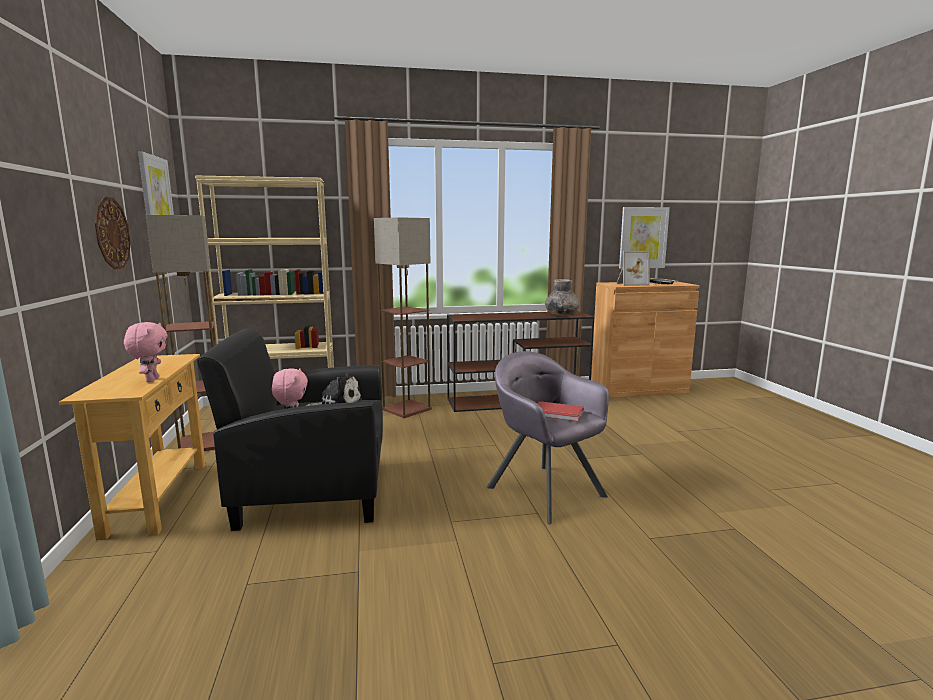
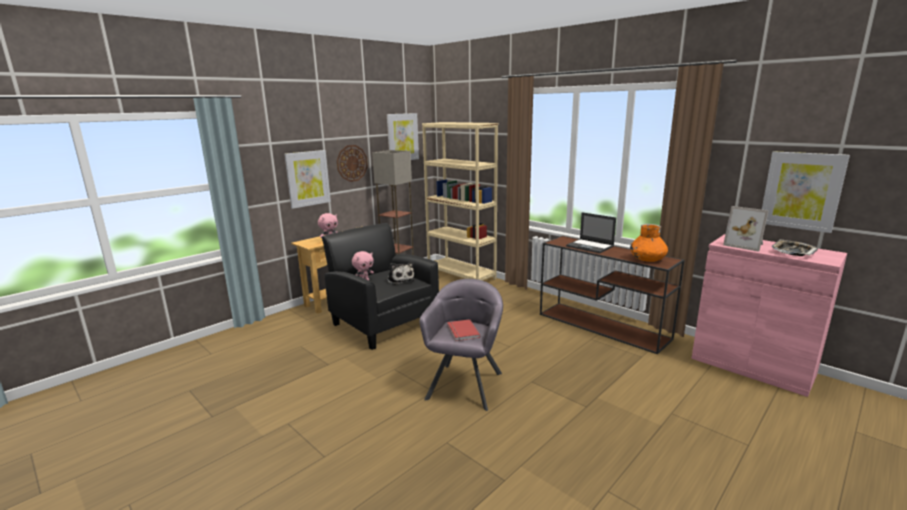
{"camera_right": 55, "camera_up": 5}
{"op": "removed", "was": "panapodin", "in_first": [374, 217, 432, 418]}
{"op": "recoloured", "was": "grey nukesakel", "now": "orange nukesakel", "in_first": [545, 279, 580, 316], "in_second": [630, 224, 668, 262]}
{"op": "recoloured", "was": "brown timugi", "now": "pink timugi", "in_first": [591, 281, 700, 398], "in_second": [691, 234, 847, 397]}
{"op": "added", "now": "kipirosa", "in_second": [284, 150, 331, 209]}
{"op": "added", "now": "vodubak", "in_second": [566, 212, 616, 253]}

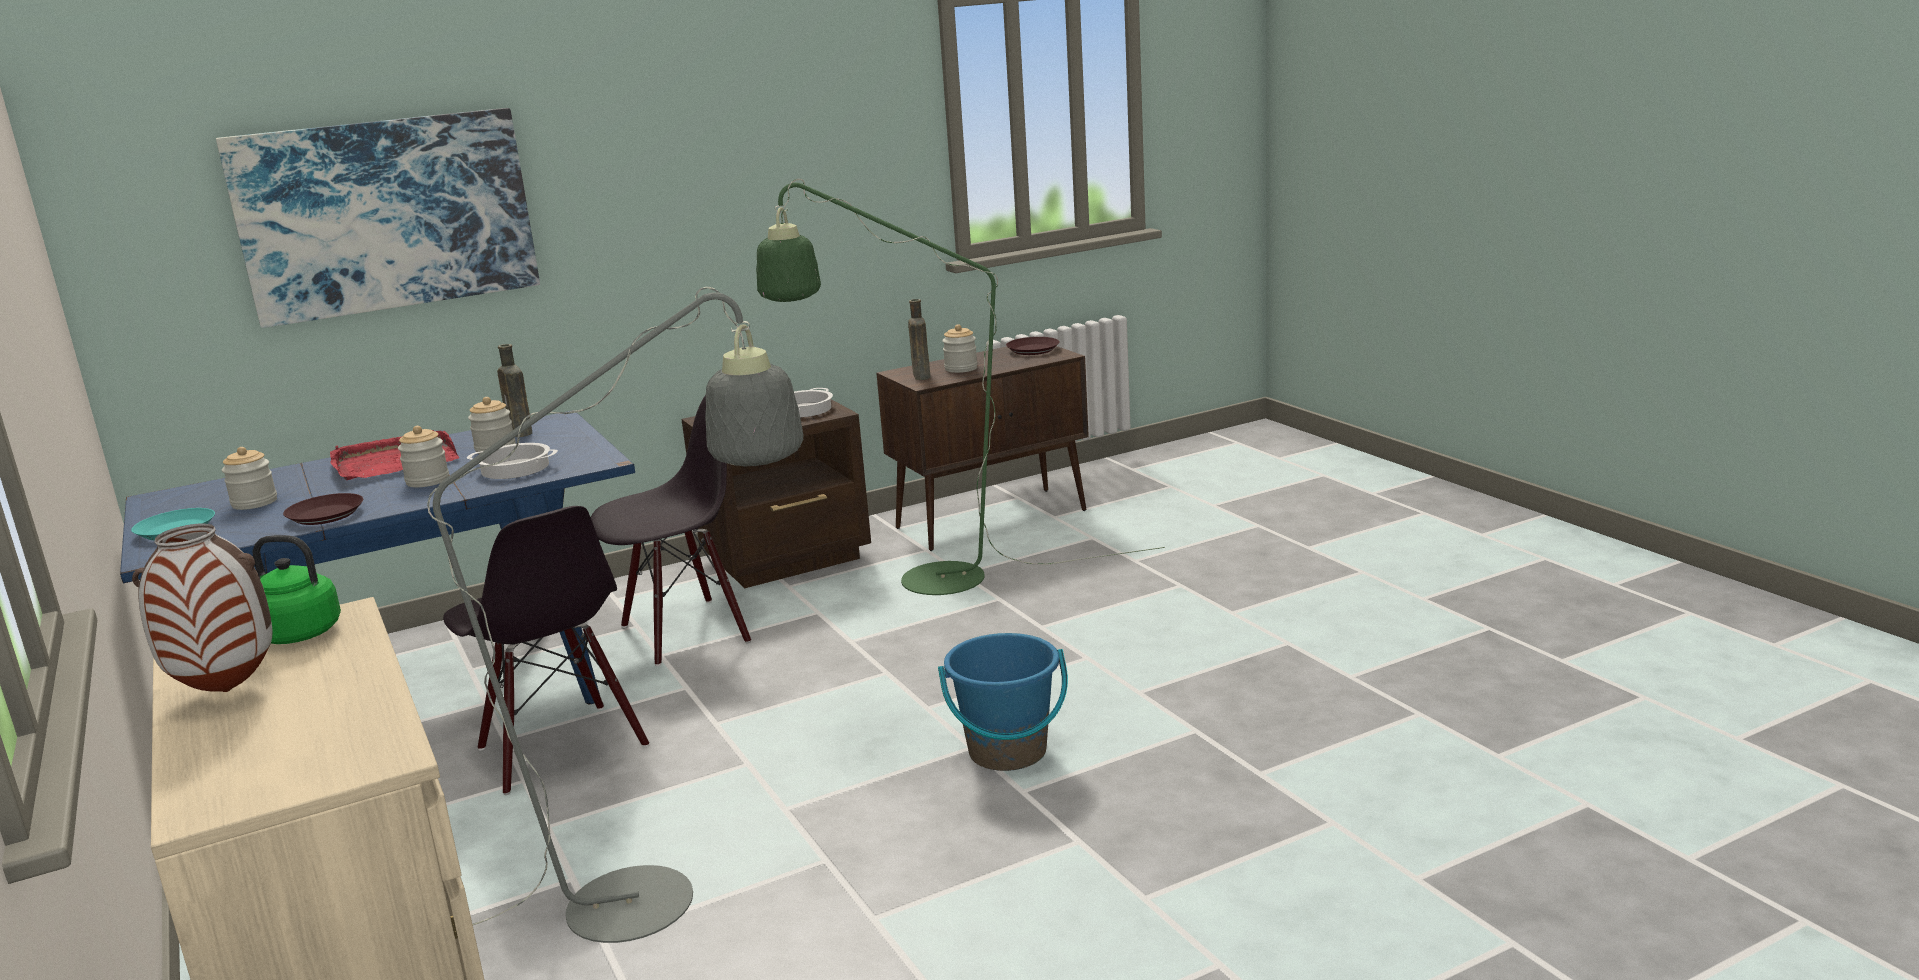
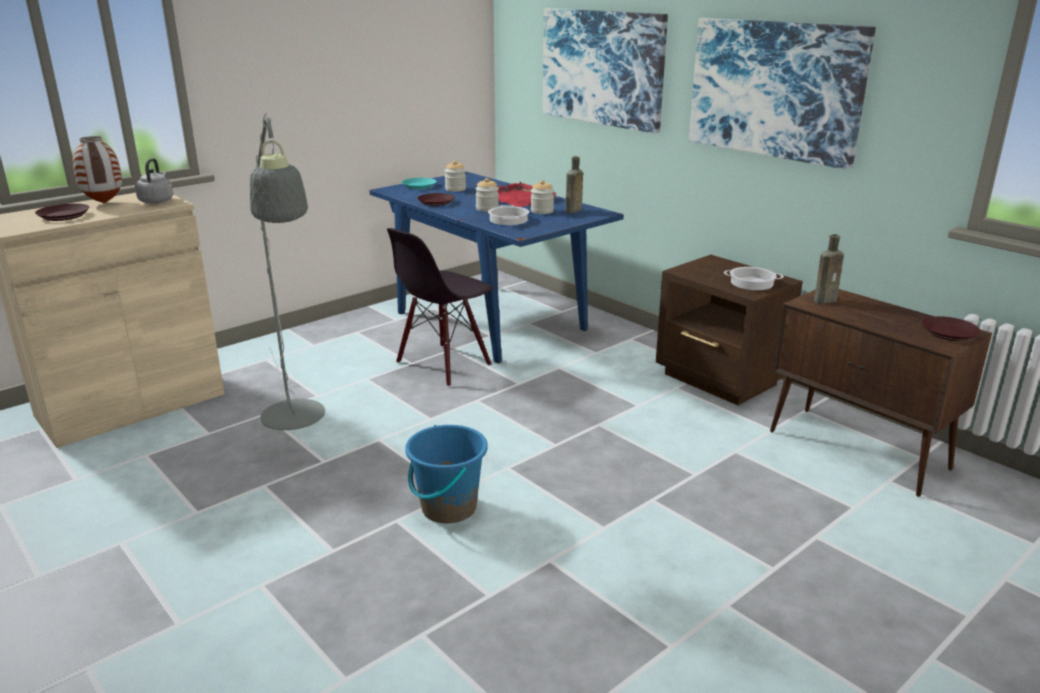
{"camera_right": 75, "camera_up": 5}
{"op": "removed", "was": "green panapodin", "in_first": [756, 179, 1165, 595]}
{"op": "removed", "was": "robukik", "in_first": [942, 324, 977, 373]}
{"op": "removed", "was": "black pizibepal", "in_first": [591, 395, 751, 666]}
{"op": "recoloured", "was": "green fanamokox", "now": "grey fanamokox", "in_first": [252, 535, 341, 644], "in_second": [135, 158, 174, 204]}
{"op": "added", "now": "kipirosa", "in_second": [689, 18, 876, 170]}
{"op": "added", "now": "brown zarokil", "in_second": [35, 203, 89, 221]}

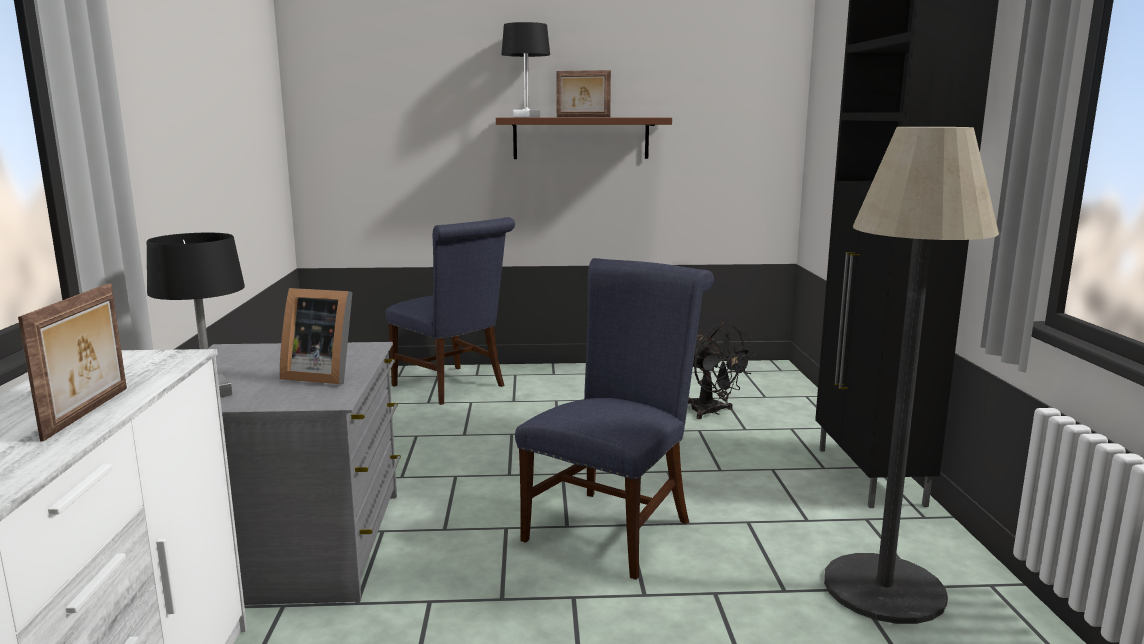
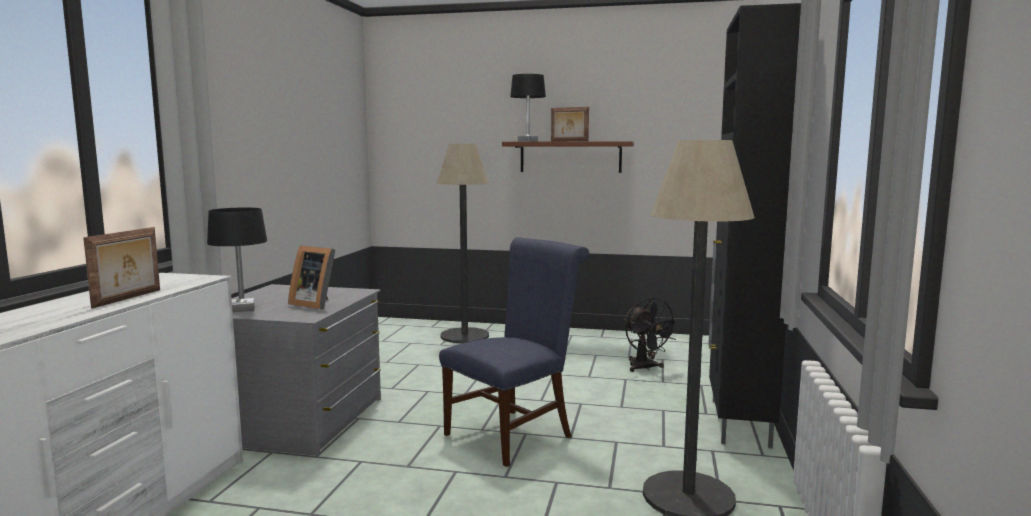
{"camera_right": 15, "camera_up": -5}
{"op": "replaced", "was": "blue pizibepal", "now": "panapodin", "in_first": [385, 217, 515, 405], "in_second": [437, 144, 489, 343]}

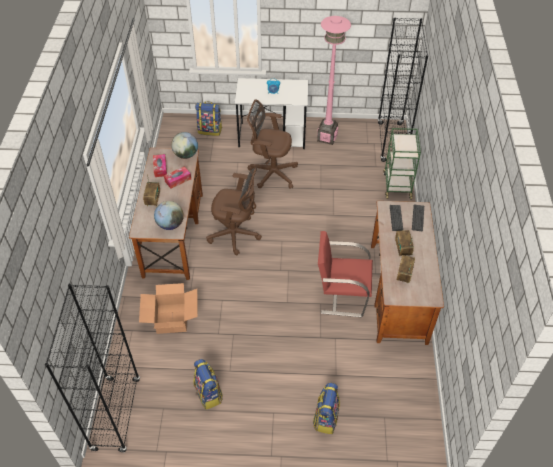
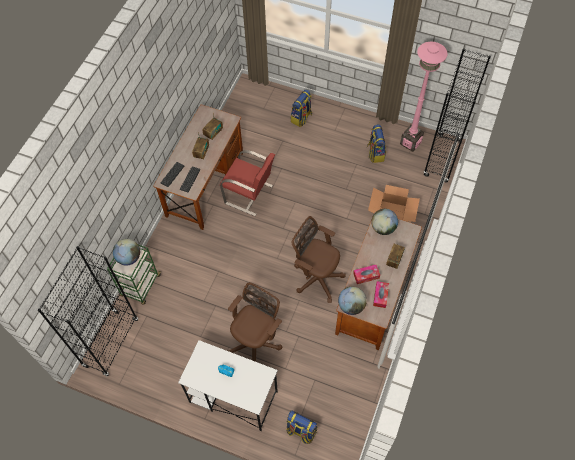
{"camera_right": -160, "camera_up": 10}
{"op": "moved", "was": "pink panapodin", "in_first": [317, 16, 351, 145], "in_second": [400, 42, 448, 152]}
{"op": "turned", "was": "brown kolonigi", "in_first": [247, 99, 298, 189], "in_second": [227, 282, 283, 362], "clockwise": -90}
{"op": "added", "now": "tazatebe", "in_second": [113, 239, 140, 265]}

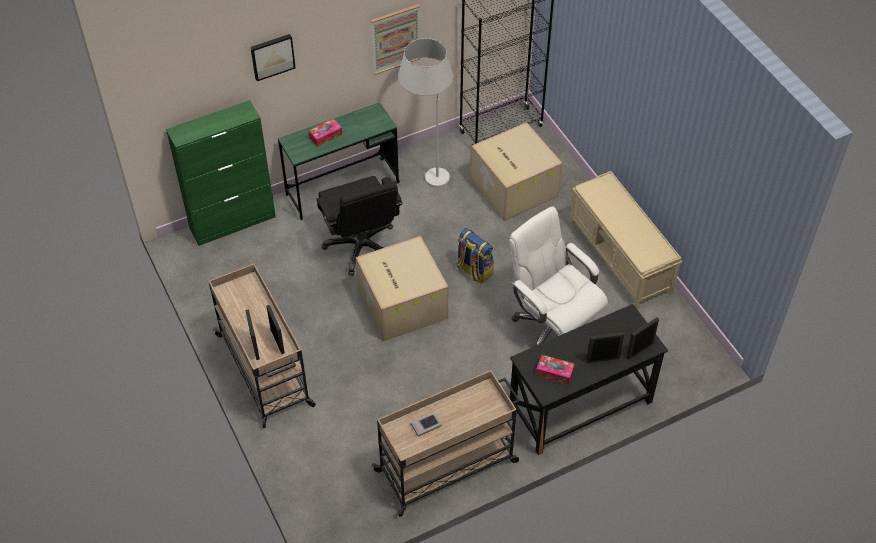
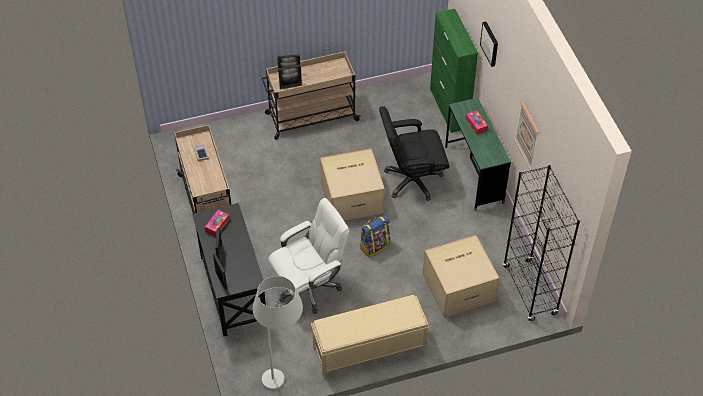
{"camera_right": 100, "camera_up": 0}
{"op": "moved", "was": "white panapodin", "in_first": [398, 38, 453, 188], "in_second": [253, 276, 303, 390]}

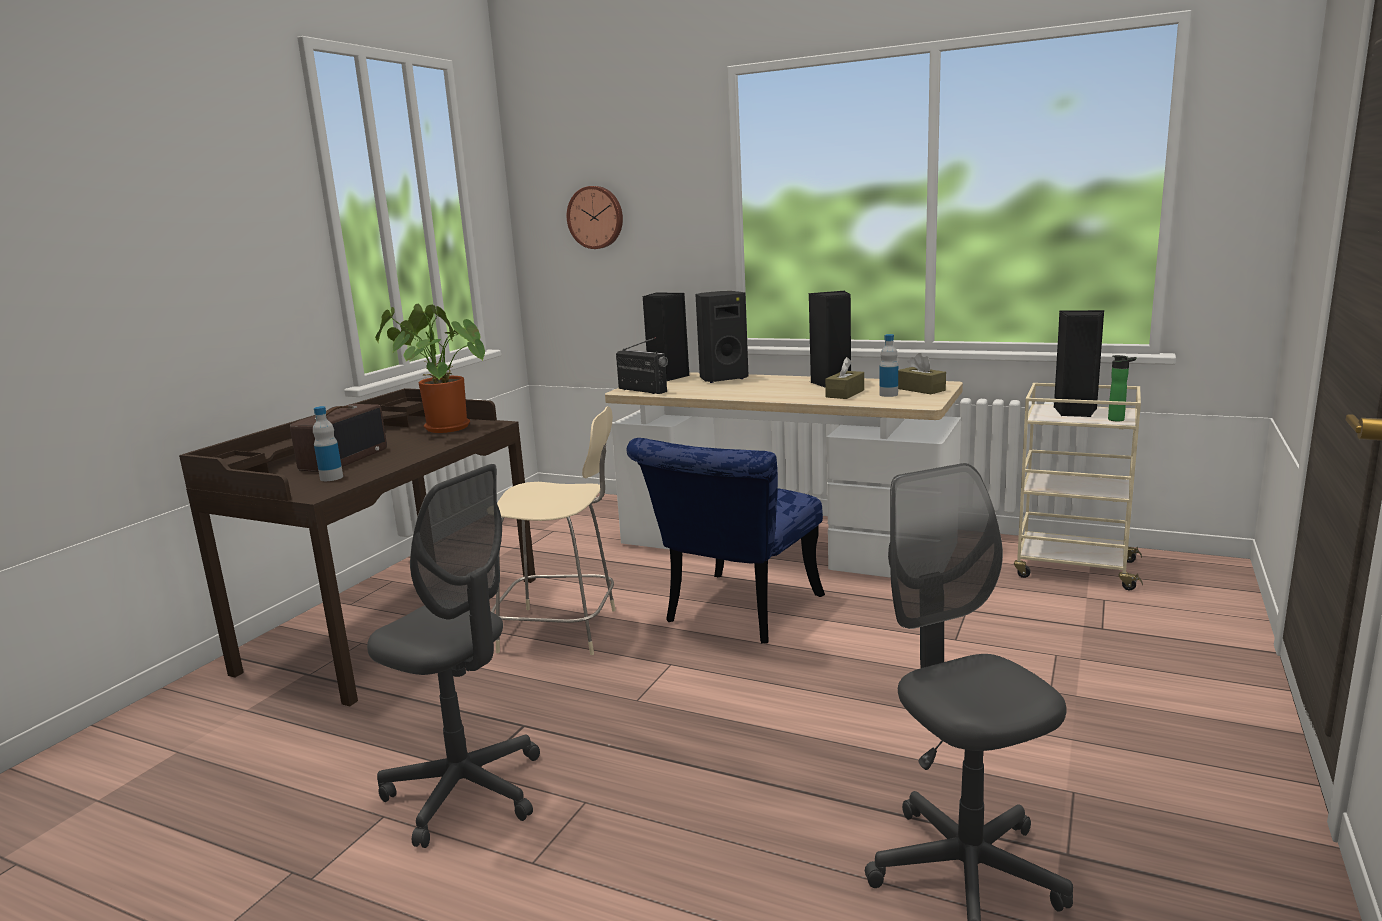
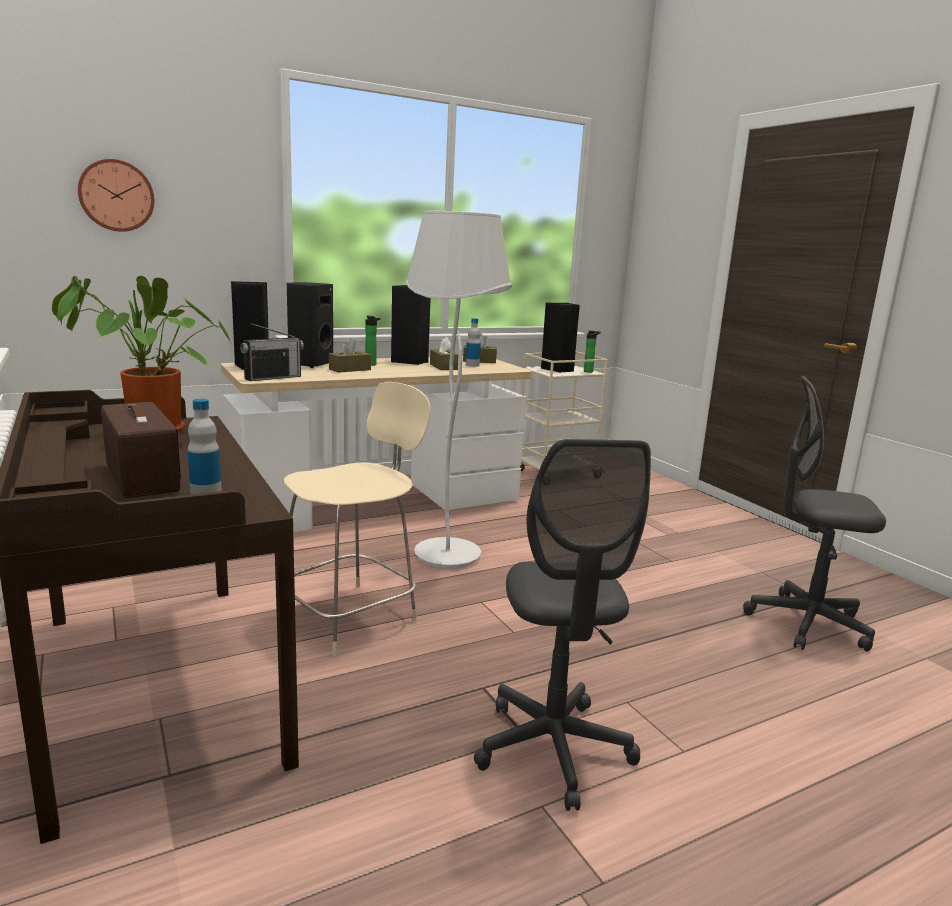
{"camera_right": -55, "camera_up": 0}
{"op": "turned", "was": "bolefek", "in_first": [616, 337, 668, 394], "in_second": [240, 323, 304, 381], "clockwise": 150}
{"op": "replaced", "was": "blue pizibepal", "now": "white panapodin", "in_first": [627, 438, 825, 644], "in_second": [406, 211, 512, 569]}
{"op": "turned", "was": "grey kolonigi", "in_first": [367, 464, 540, 848], "in_second": [474, 439, 651, 811], "clockwise": 105}
{"op": "added", "now": "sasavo", "in_second": [365, 316, 381, 366]}
{"op": "added", "now": "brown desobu", "in_second": [329, 338, 371, 373]}

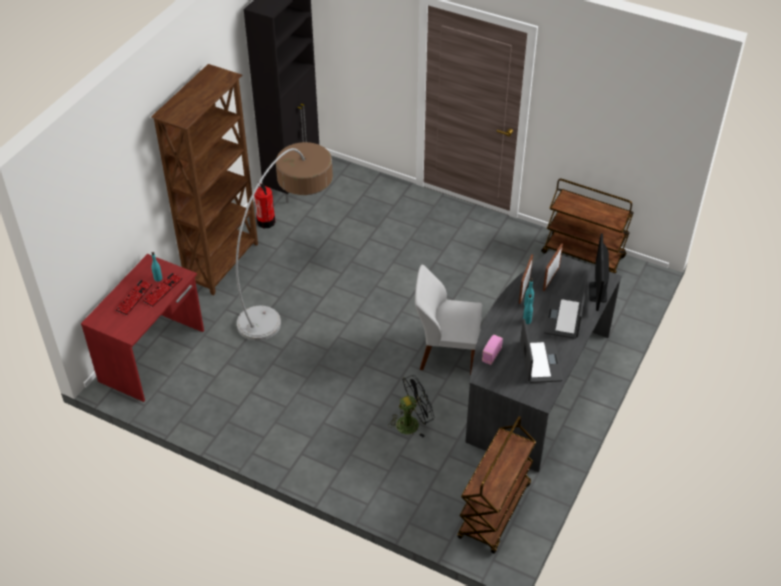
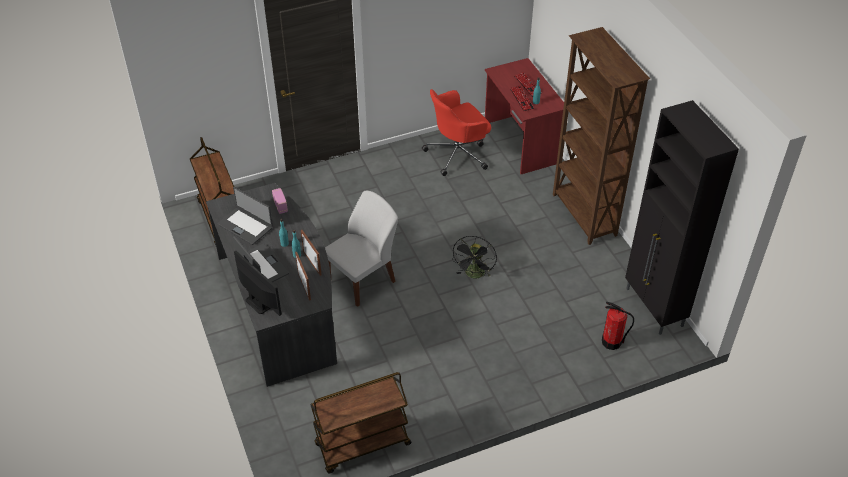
{"camera_right": 130, "camera_up": 0}
{"op": "removed", "was": "panapodin", "in_first": [236, 142, 333, 341]}
{"op": "moved", "was": "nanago", "in_first": [254, 183, 275, 228], "in_second": [602, 302, 634, 350]}
{"op": "moved", "was": "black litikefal", "in_first": [388, 375, 434, 437], "in_second": [452, 236, 497, 278]}
{"op": "added", "now": "red kolonigi", "in_second": [422, 89, 491, 176]}

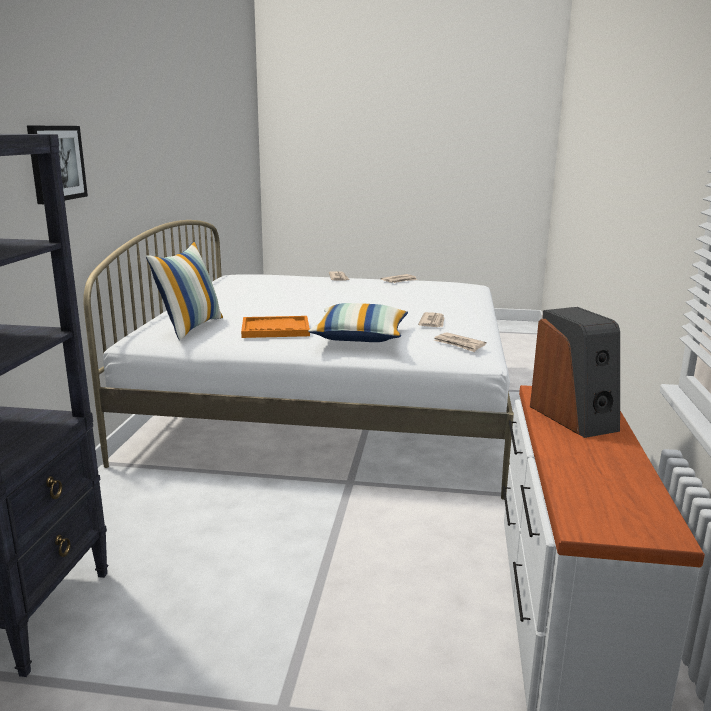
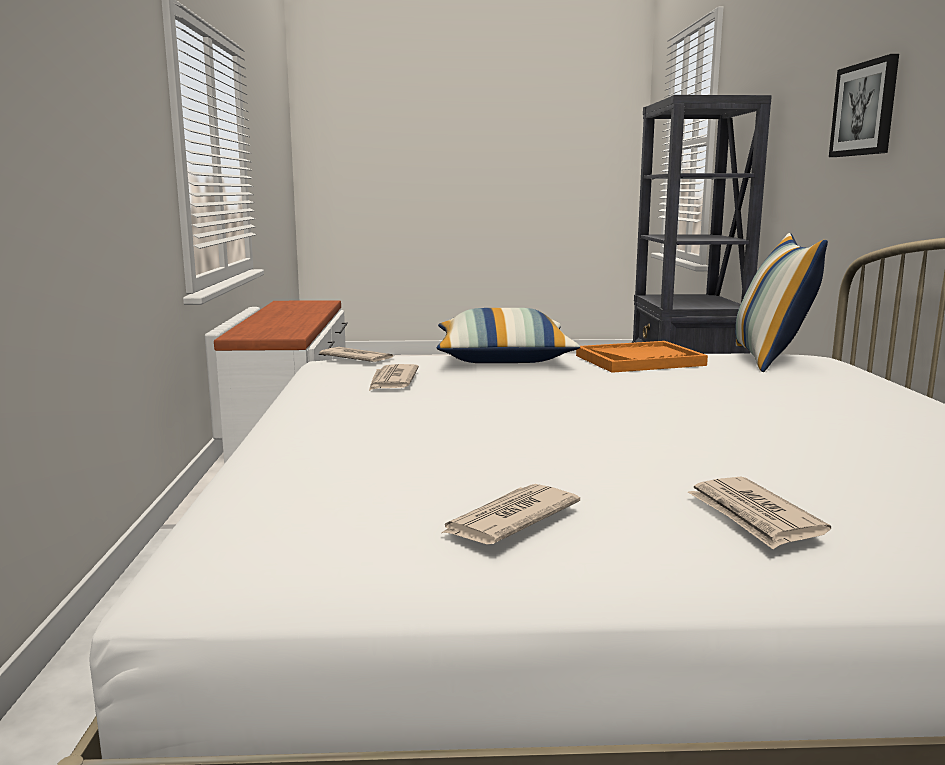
{"camera_right": 170, "camera_up": -5}
{"op": "removed", "was": "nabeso", "in_first": [530, 307, 620, 438]}

